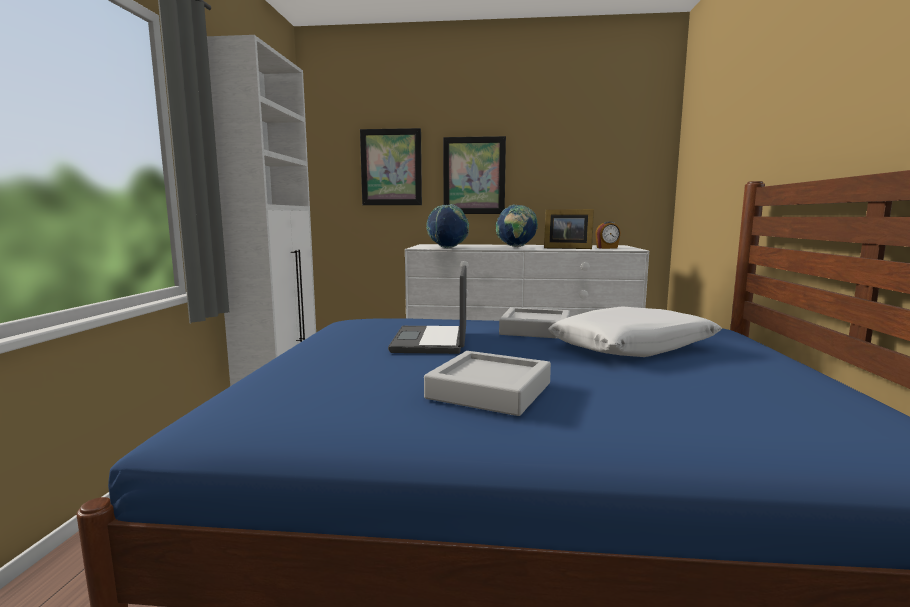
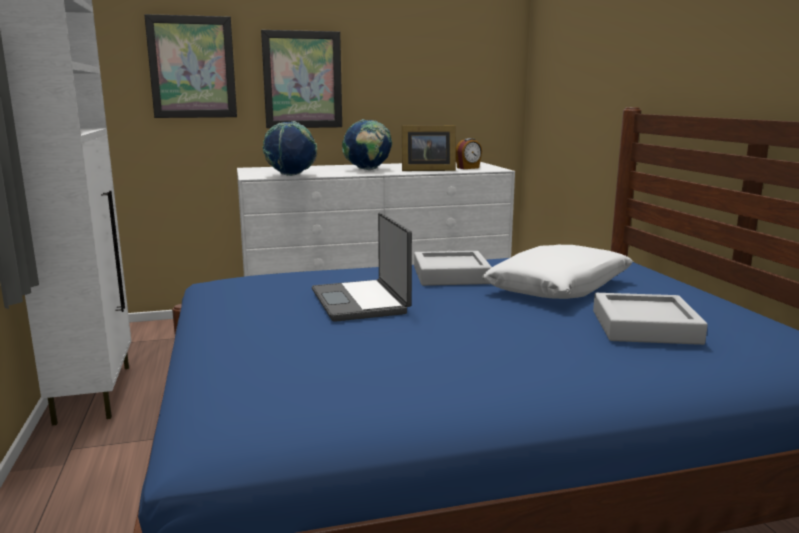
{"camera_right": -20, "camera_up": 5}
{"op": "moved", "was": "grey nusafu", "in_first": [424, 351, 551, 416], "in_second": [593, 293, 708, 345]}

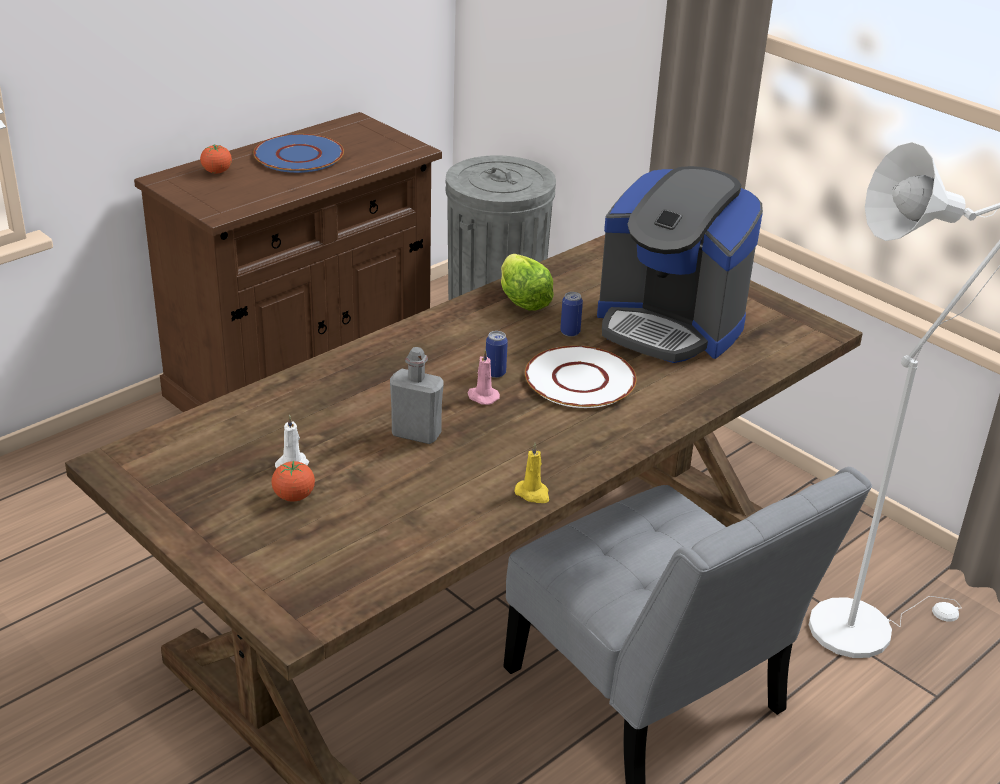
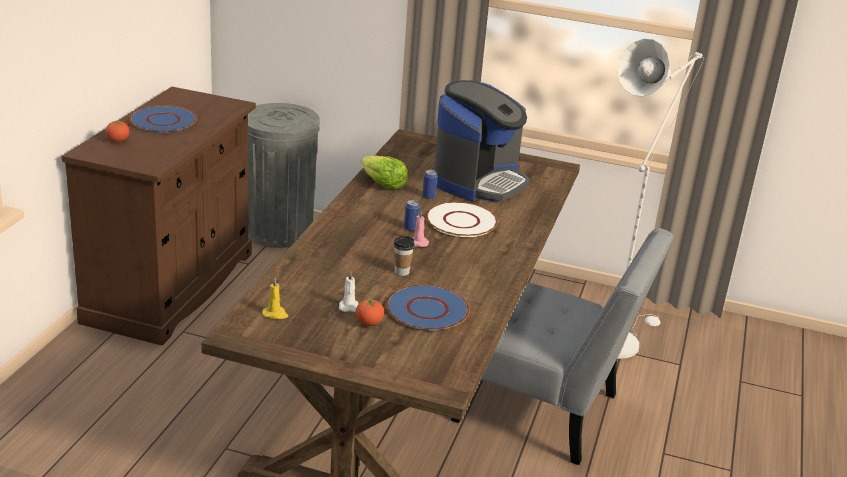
{"camera_right": -30, "camera_up": -5}
{"op": "turned", "was": "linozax", "in_first": [597, 166, 763, 363], "in_second": [434, 80, 530, 202], "clockwise": -60}
{"op": "replaced", "was": "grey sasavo", "now": "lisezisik", "in_first": [390, 347, 444, 444], "in_second": [394, 236, 415, 276]}
{"op": "moved", "was": "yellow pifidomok", "in_first": [514, 443, 549, 503], "in_second": [262, 278, 288, 319]}
{"op": "added", "now": "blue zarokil", "in_second": [386, 284, 470, 331]}

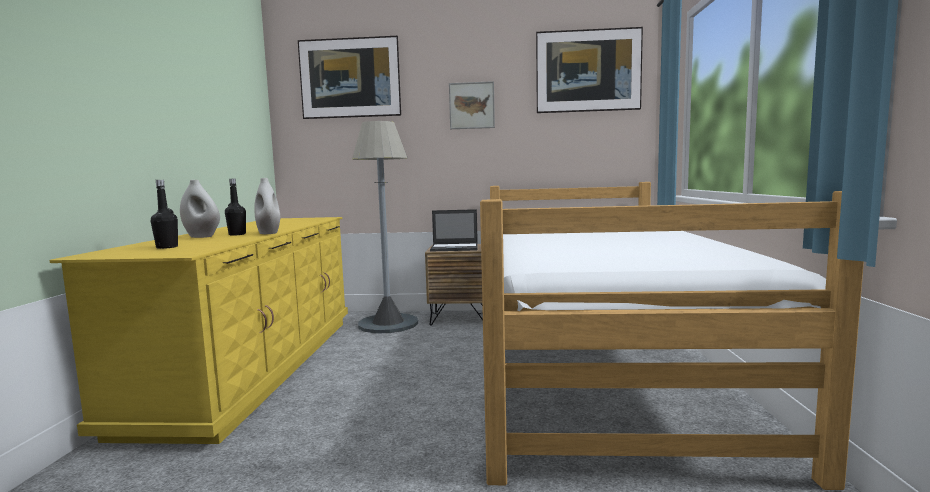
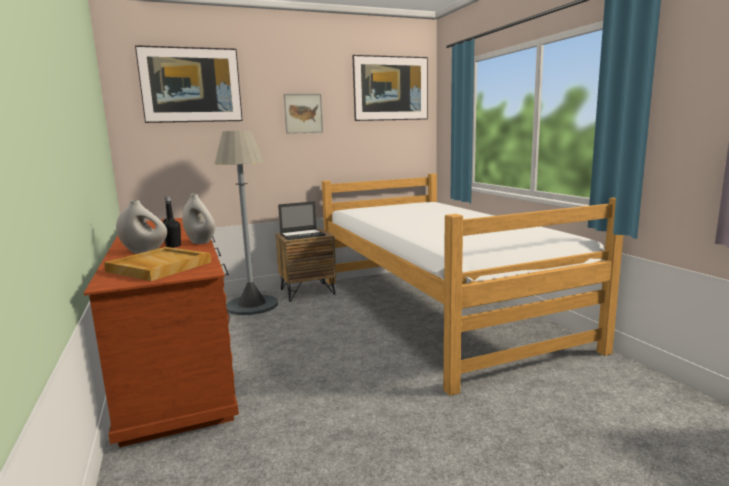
{"camera_right": -25, "camera_up": 5}
{"op": "replaced", "was": "black sasavo", "now": "beige nusafu", "in_first": [151, 180, 178, 249], "in_second": [104, 247, 211, 281]}
{"op": "recoloured", "was": "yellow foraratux", "now": "brown foraratux", "in_first": [50, 217, 348, 444], "in_second": [84, 218, 239, 447]}

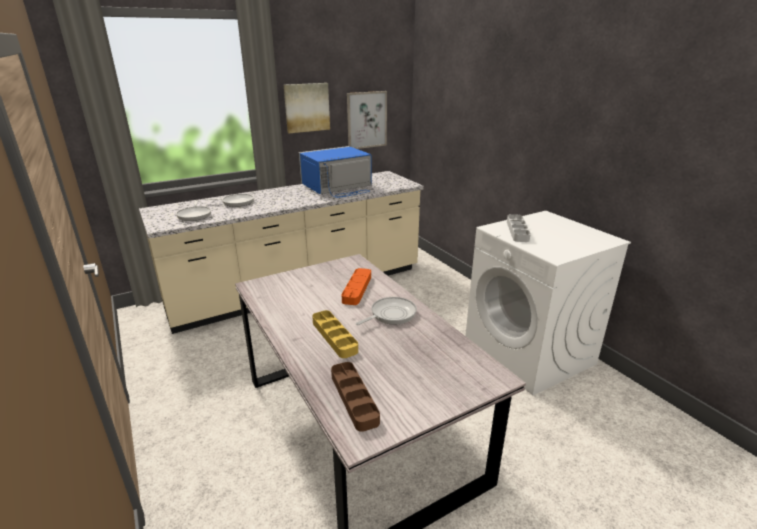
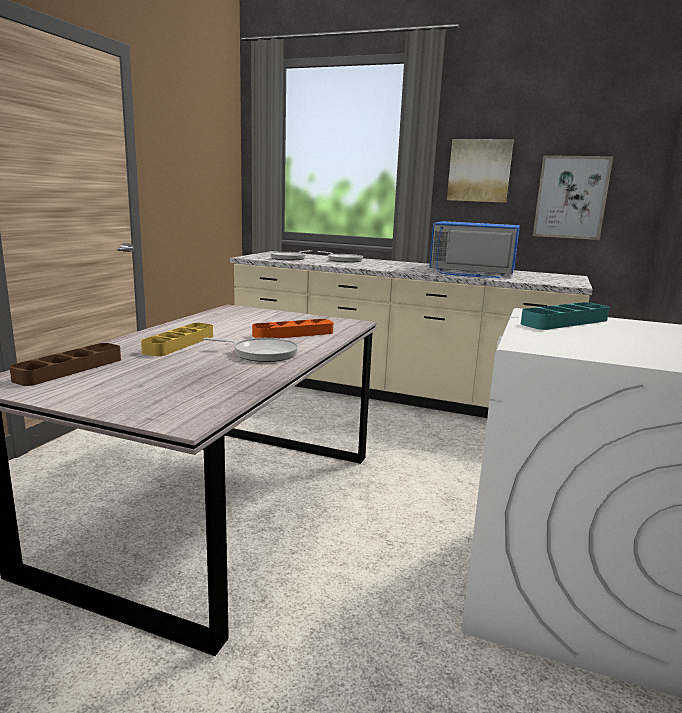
{"camera_right": 50, "camera_up": -10}
{"op": "recoloured", "was": "grey nusafu", "now": "turquoise nusafu", "in_first": [507, 214, 531, 242], "in_second": [521, 302, 609, 330]}

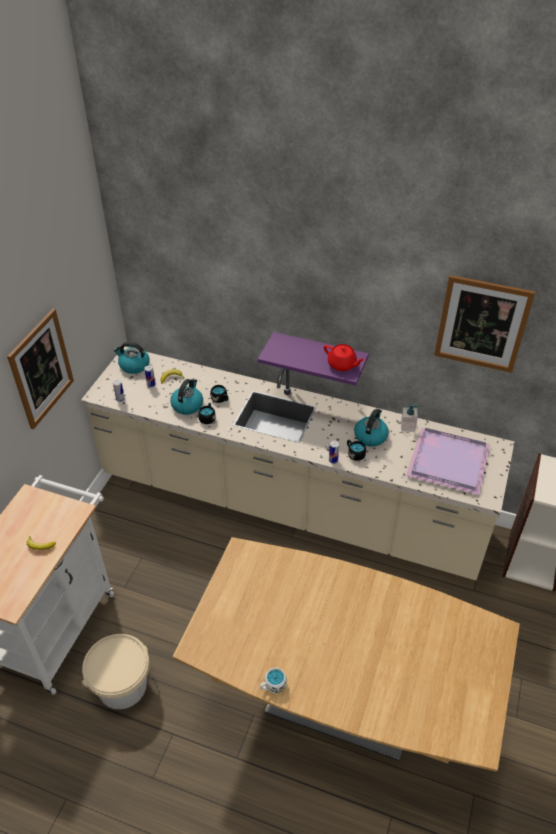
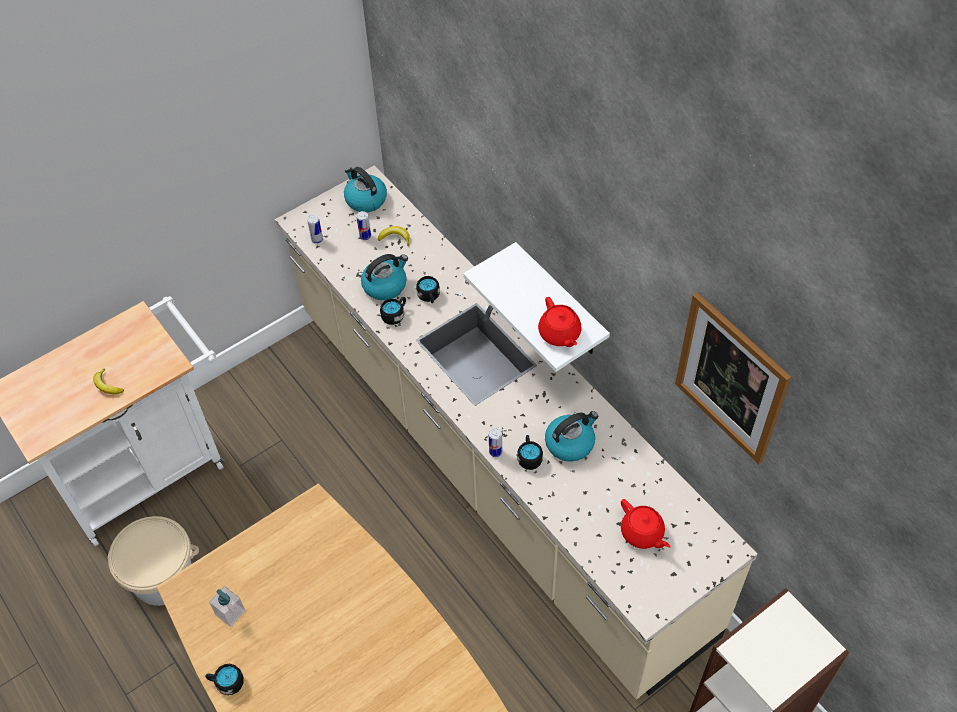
{"camera_right": 35, "camera_up": 10}
{"op": "removed", "was": "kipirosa", "in_first": [7, 309, 74, 430]}
{"op": "recoloured", "was": "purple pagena", "now": "white pagena", "in_first": [258, 332, 369, 386], "in_second": [463, 242, 610, 372]}
{"op": "moved", "was": "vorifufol", "in_first": [401, 404, 419, 432], "in_second": [209, 586, 246, 627]}
{"op": "replaced", "was": "purple nusafu", "now": "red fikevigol", "in_first": [406, 427, 490, 495], "in_second": [621, 499, 671, 549]}
{"op": "recoloured", "was": "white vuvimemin", "now": "black vuvimemin", "in_first": [260, 668, 287, 694], "in_second": [205, 664, 243, 695]}

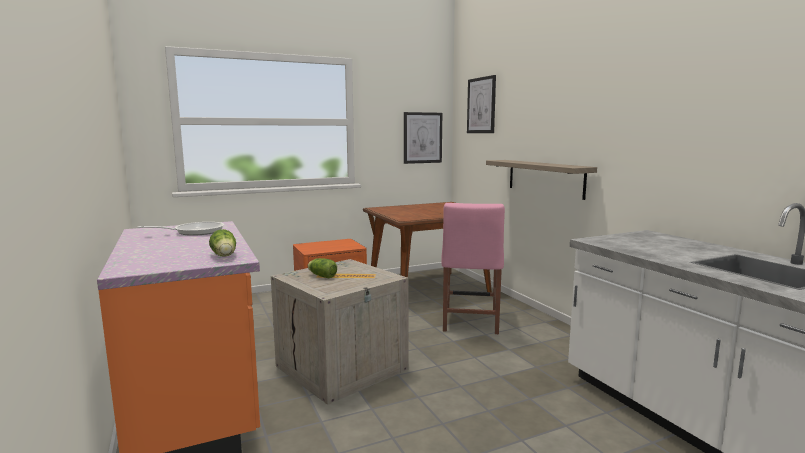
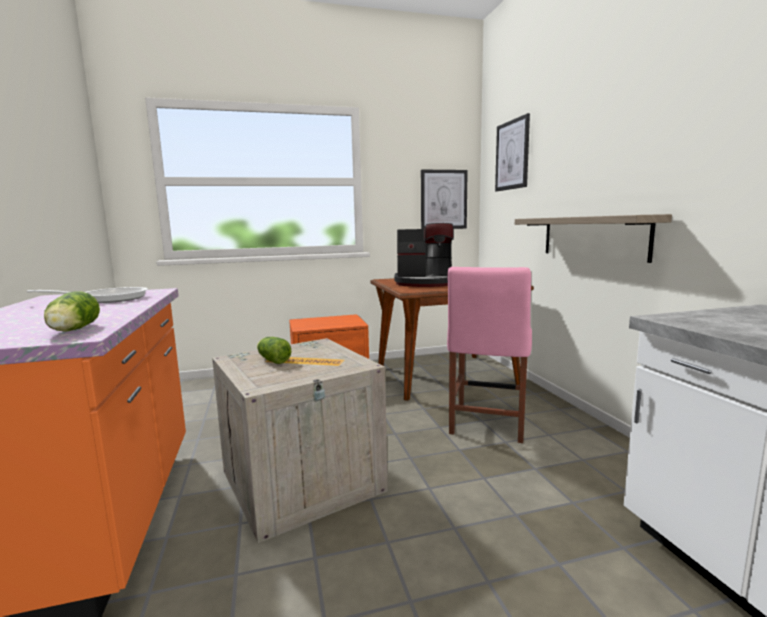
{"camera_right": 10, "camera_up": 0}
{"op": "added", "now": "linozax", "in_second": [394, 223, 454, 287]}

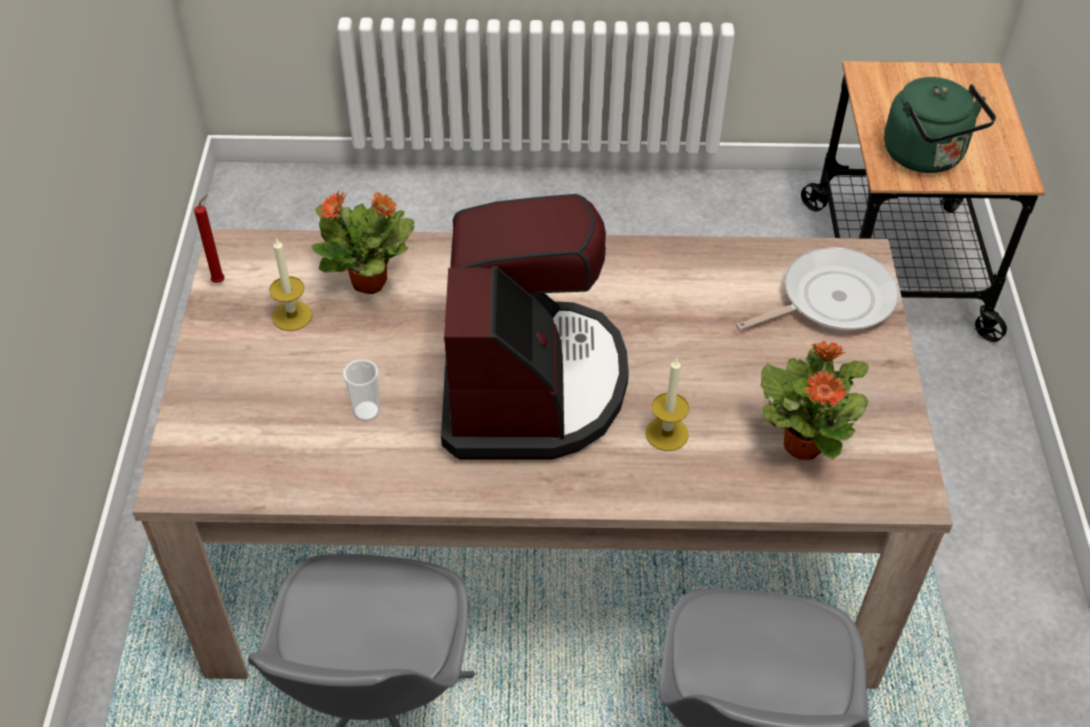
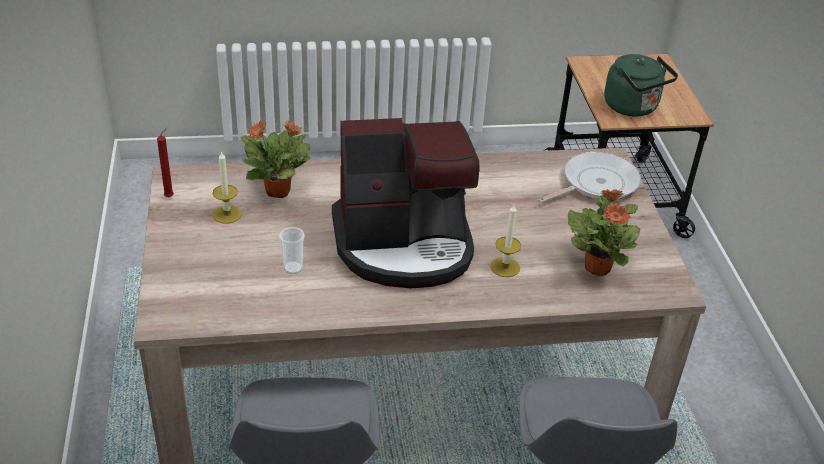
{"camera_right": -10, "camera_up": -10}
{"op": "turned", "was": "linozax", "in_first": [441, 194, 629, 459], "in_second": [332, 118, 479, 288], "clockwise": 90}

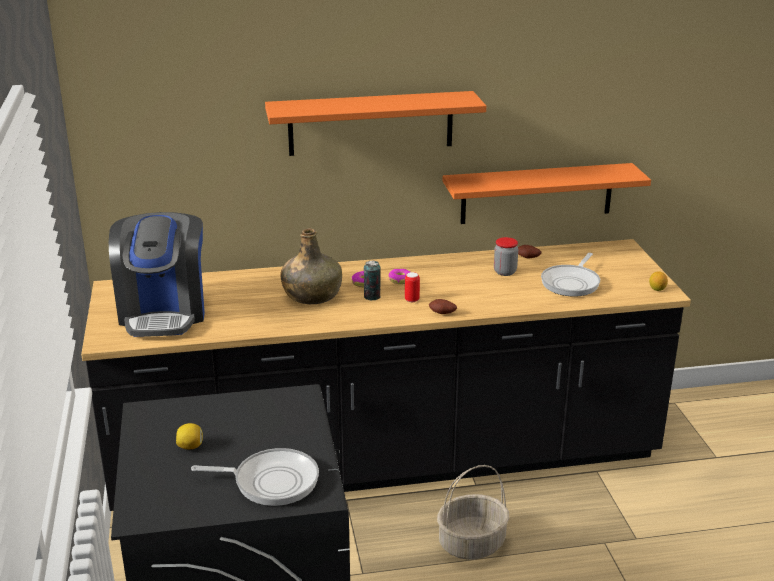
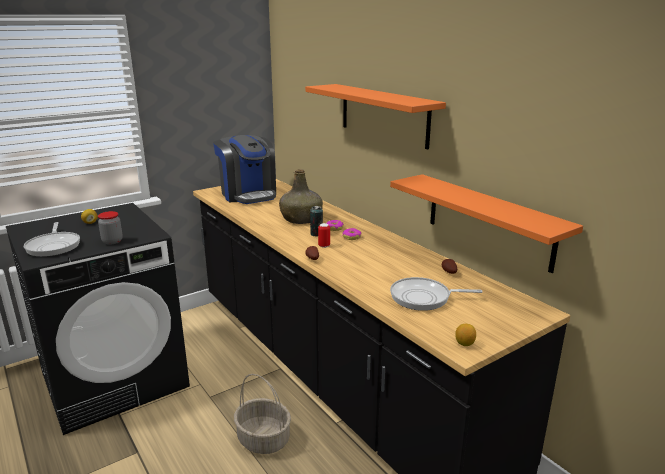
{"camera_right": 65, "camera_up": -5}
{"op": "turned", "was": "linozax", "in_first": [109, 212, 205, 337], "in_second": [213, 135, 276, 204], "clockwise": -90}
{"op": "moved", "was": "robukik", "in_first": [494, 237, 518, 276], "in_second": [98, 211, 123, 245]}

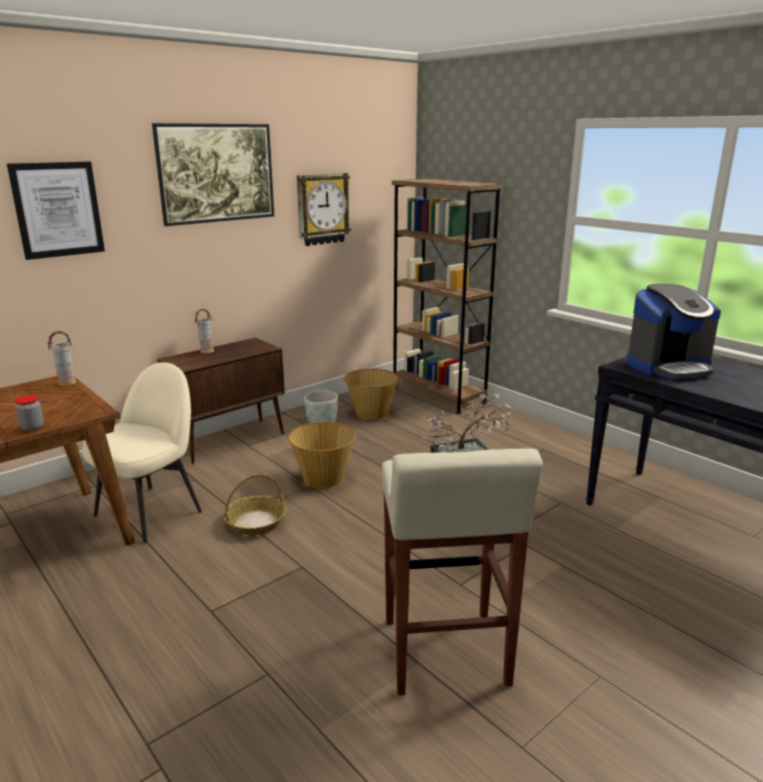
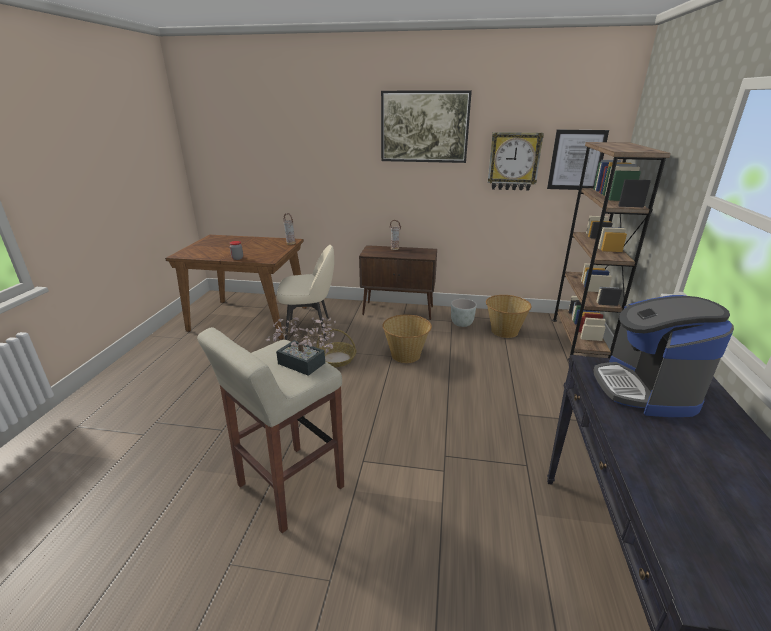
{"camera_right": 50, "camera_up": 5}
{"op": "moved", "was": "kipirosa", "in_first": [7, 161, 105, 260], "in_second": [547, 130, 609, 190]}
{"op": "turned", "was": "linozax", "in_first": [627, 284, 721, 380], "in_second": [593, 295, 734, 417], "clockwise": 60}

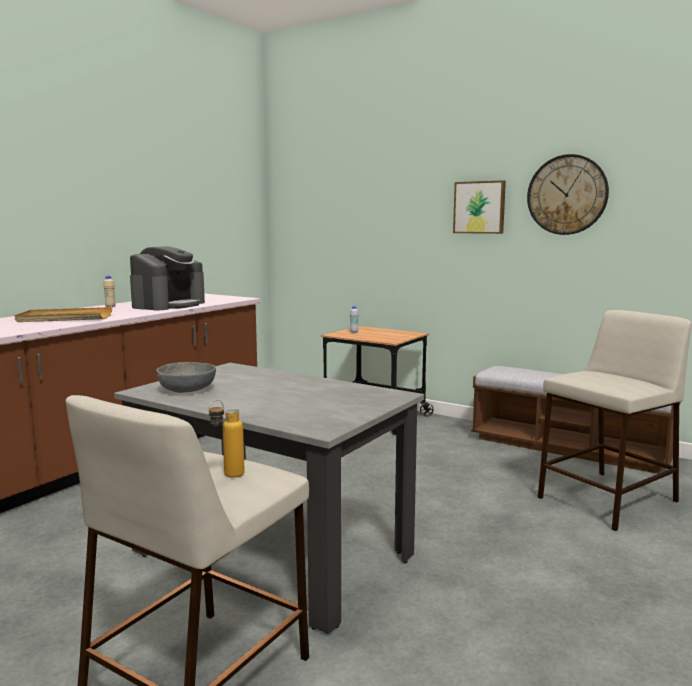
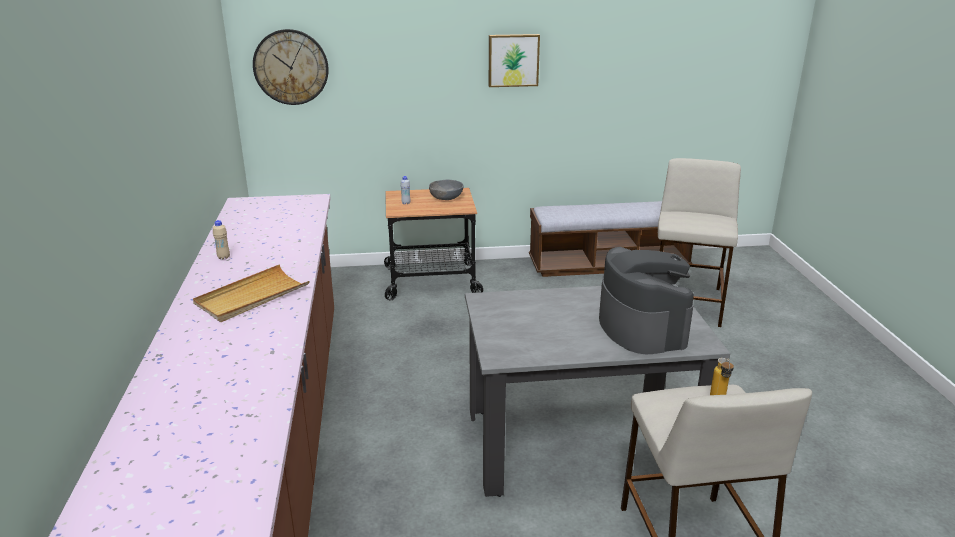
{"camera_right": -40, "camera_up": 15}
{"op": "moved", "was": "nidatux", "in_first": [527, 154, 609, 235], "in_second": [253, 29, 329, 105]}
{"op": "moved", "was": "linozax", "in_first": [130, 246, 205, 310], "in_second": [599, 247, 694, 354]}
{"op": "moved", "was": "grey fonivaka", "in_first": [156, 362, 216, 393], "in_second": [429, 180, 464, 200]}

